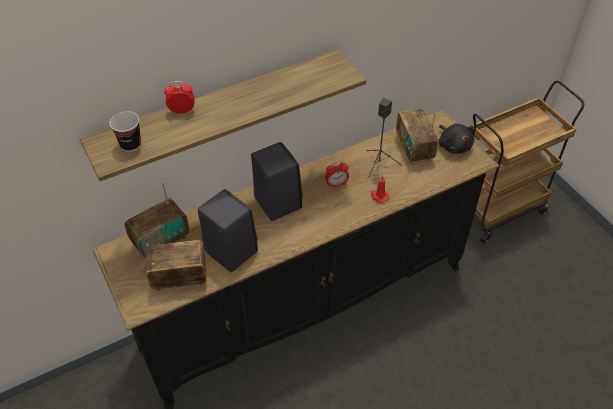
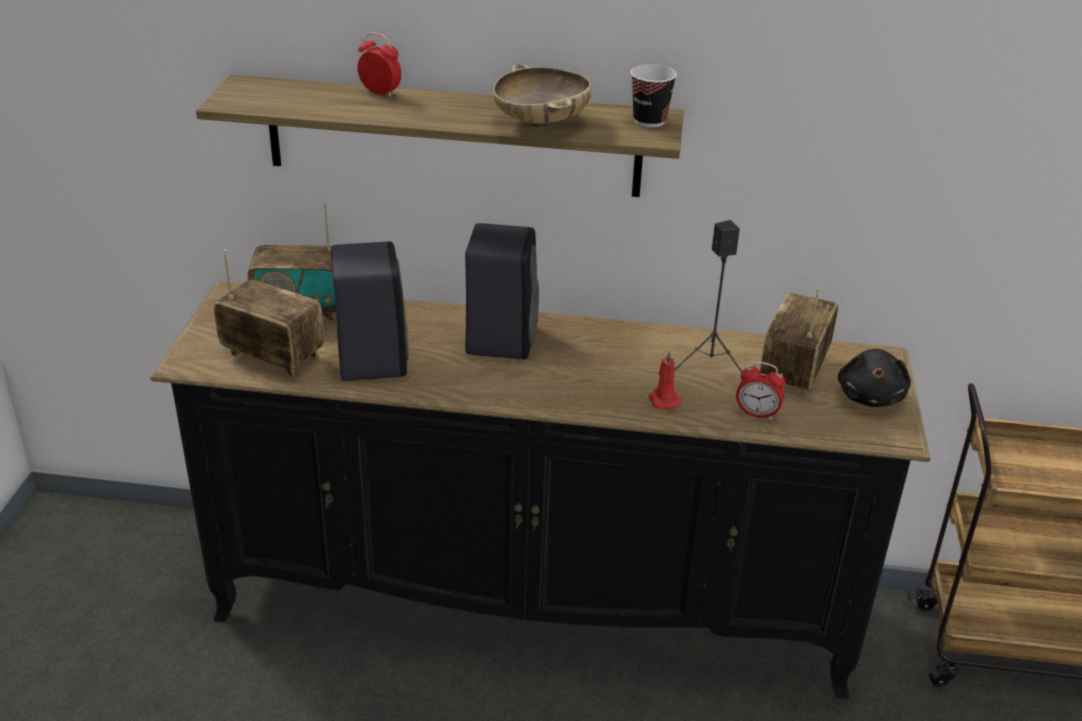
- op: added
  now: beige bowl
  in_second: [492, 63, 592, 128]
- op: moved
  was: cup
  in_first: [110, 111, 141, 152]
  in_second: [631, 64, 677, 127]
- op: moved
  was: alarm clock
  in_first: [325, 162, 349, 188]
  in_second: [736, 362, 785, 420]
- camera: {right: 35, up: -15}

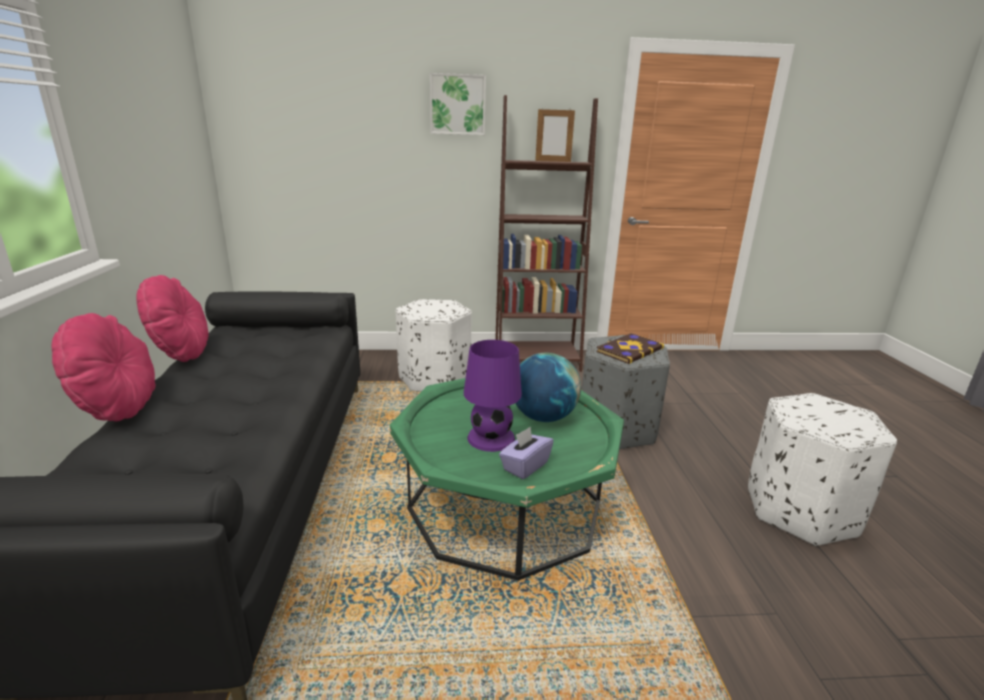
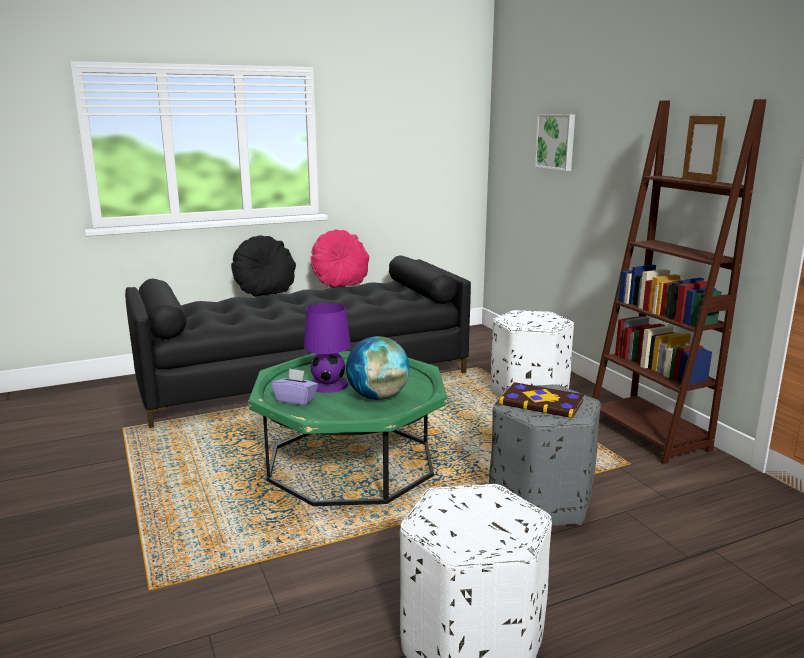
- op: moved
  was: picture
  in_first: [430, 73, 486, 135]
  in_second: [535, 114, 575, 171]
- op: recoloured
  was: pink pillow
  now: black pillow
  in_first: [52, 313, 156, 421]
  in_second: [231, 235, 296, 297]
- camera: {right: 70, up: -5}

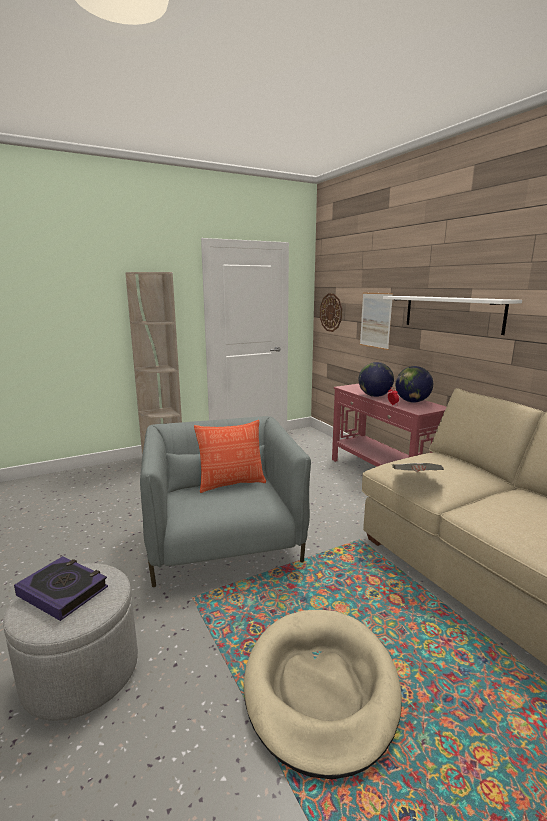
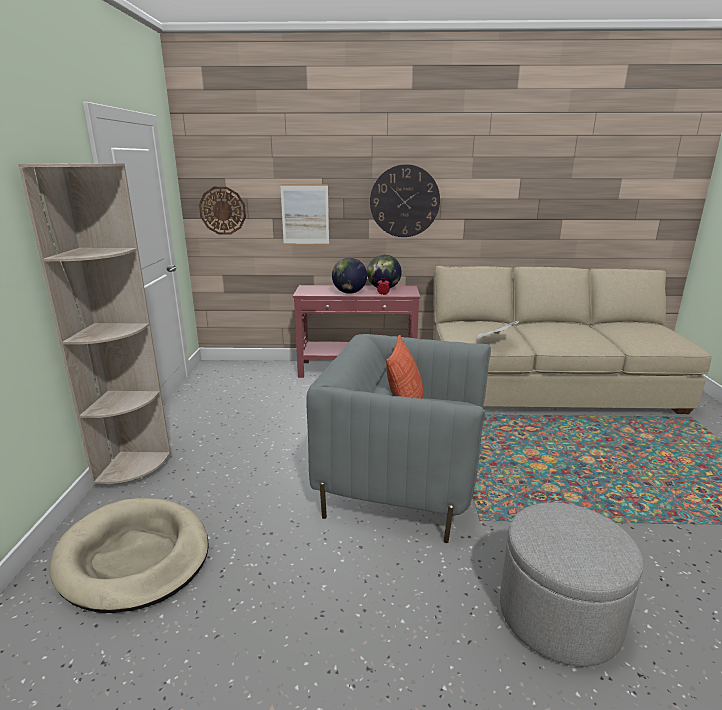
- op: removed
  was: book
  in_first: [14, 556, 108, 621]
- op: moved
  was: beige dog bed
  in_first: [244, 610, 402, 779]
  in_second: [50, 498, 209, 613]
- op: replaced
  was: white shelf
  now: wall clock
  in_first: [383, 296, 522, 335]
  in_second: [370, 164, 440, 237]
- camera: {right: -60, up: 5}

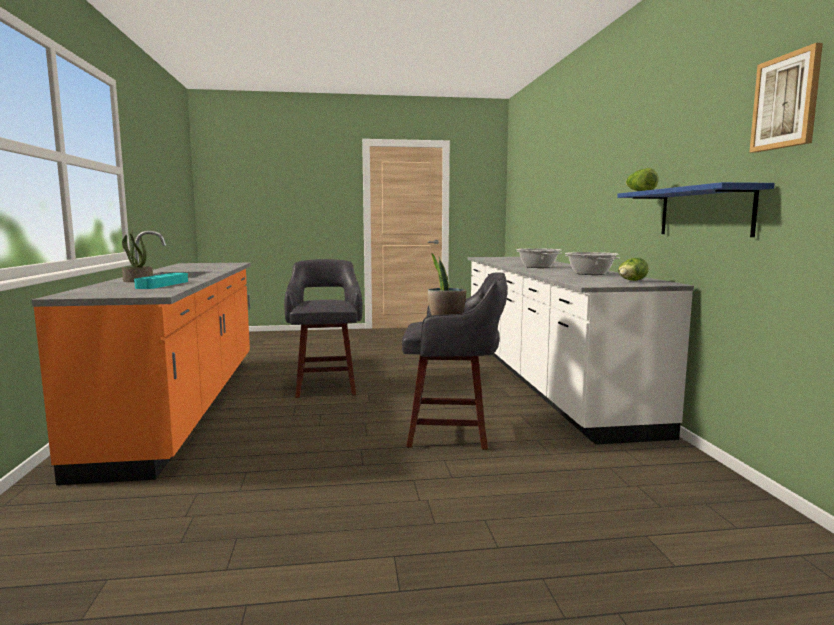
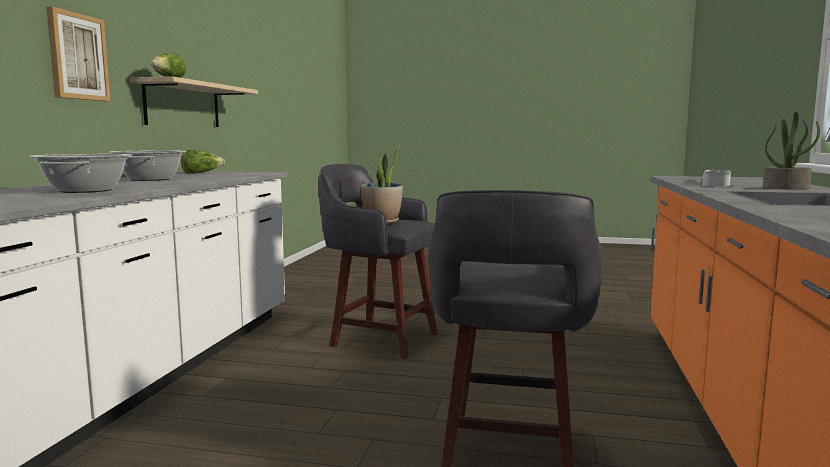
- op: moved
  was: picture
  in_first: [749, 43, 823, 153]
  in_second: [46, 7, 110, 101]
- op: recoloured
  was: turquoise tray
  now: grey tray
  in_first: [134, 273, 188, 289]
  in_second: [702, 170, 731, 187]
- op: recoloured
  was: blue shelf
  now: beige shelf
  in_first: [617, 182, 775, 237]
  in_second: [130, 77, 258, 127]
- camera: {right: -160, up: 0}

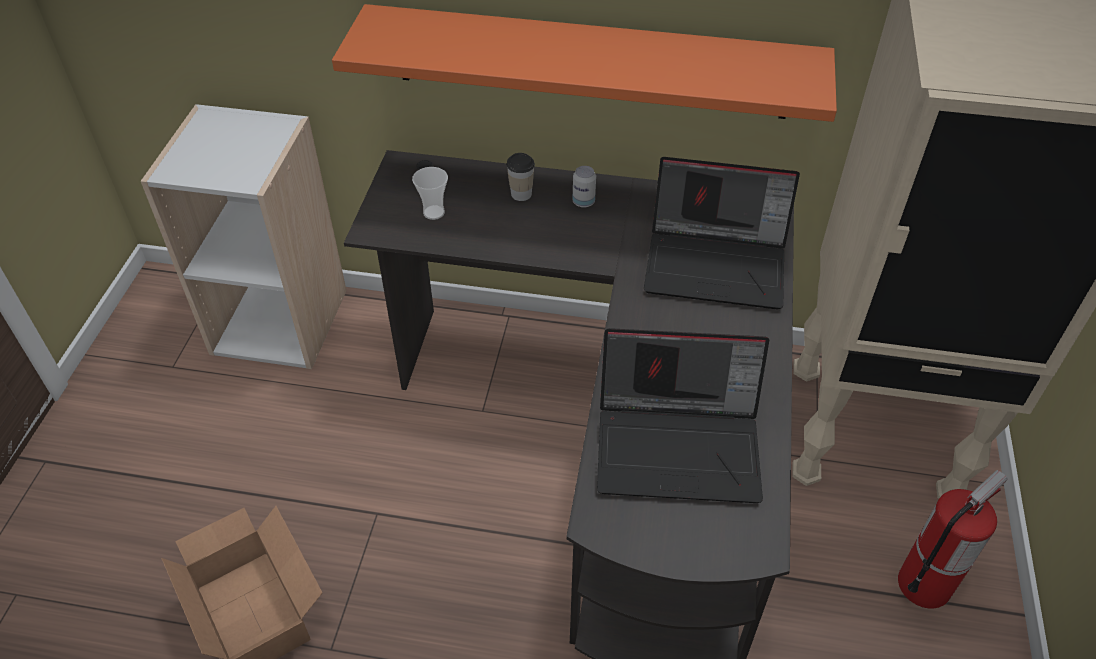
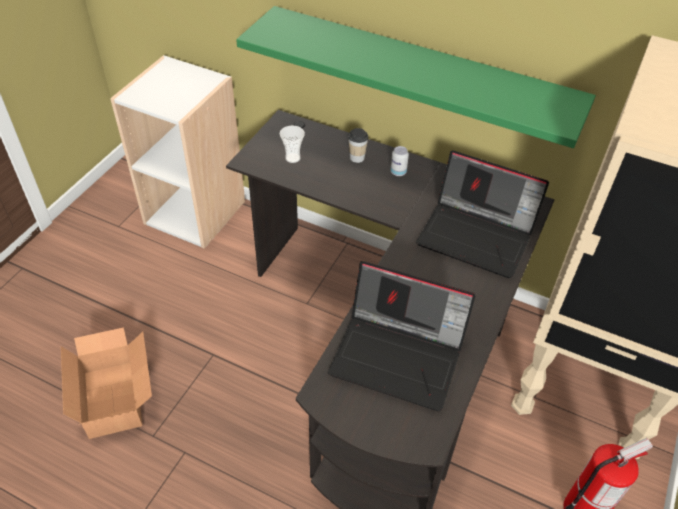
- op: recoloured
  was: orange shelf
  now: green shelf
  in_first: [332, 4, 837, 122]
  in_second: [236, 6, 596, 148]
- camera: {right: 15, up: 0}

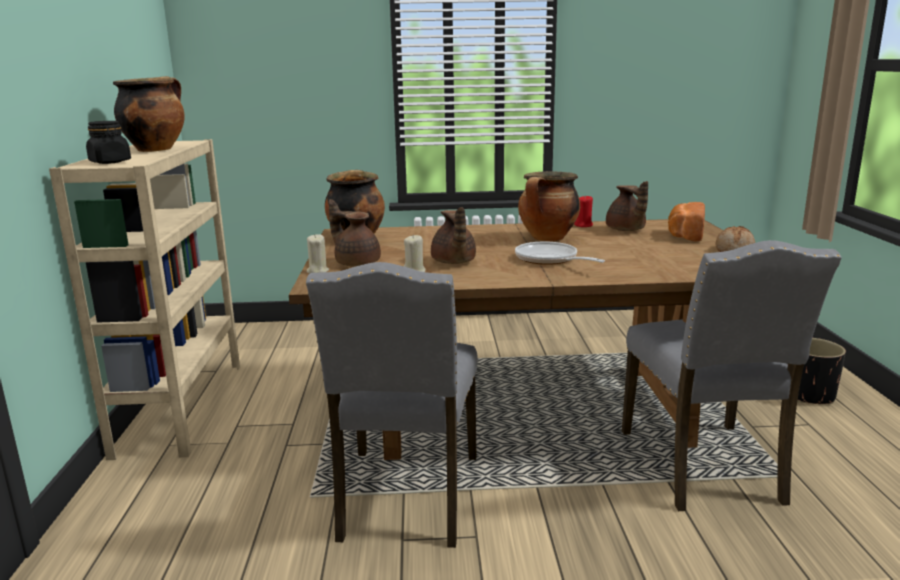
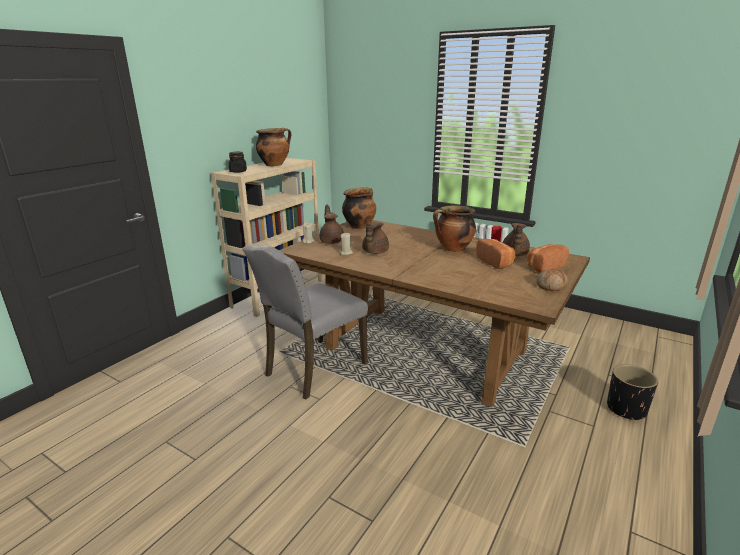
- op: removed
  was: frying pan
  in_first: [515, 242, 605, 265]
- op: removed
  was: grey chair
  in_first: [622, 240, 842, 511]
- op: added
  now: bread
  in_second: [476, 239, 515, 269]
- camera: {right: 35, up: 5}

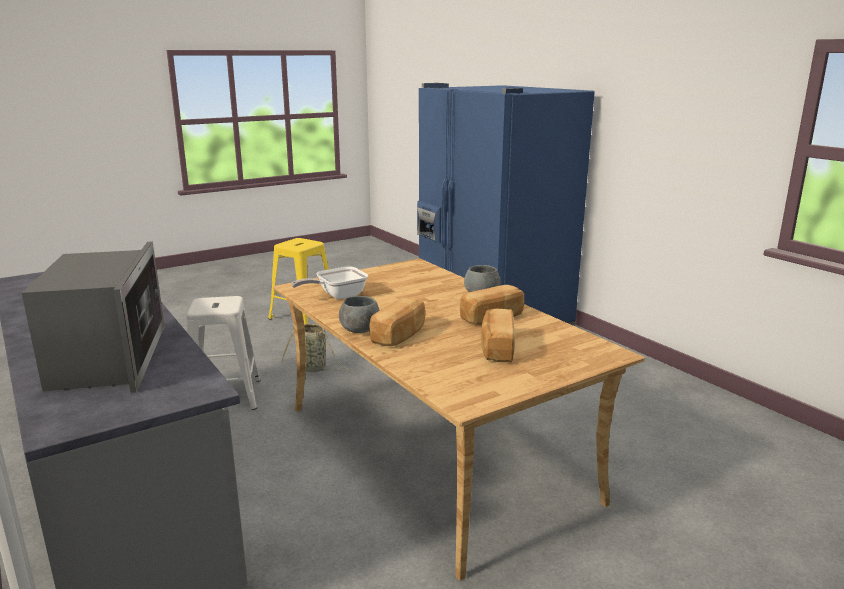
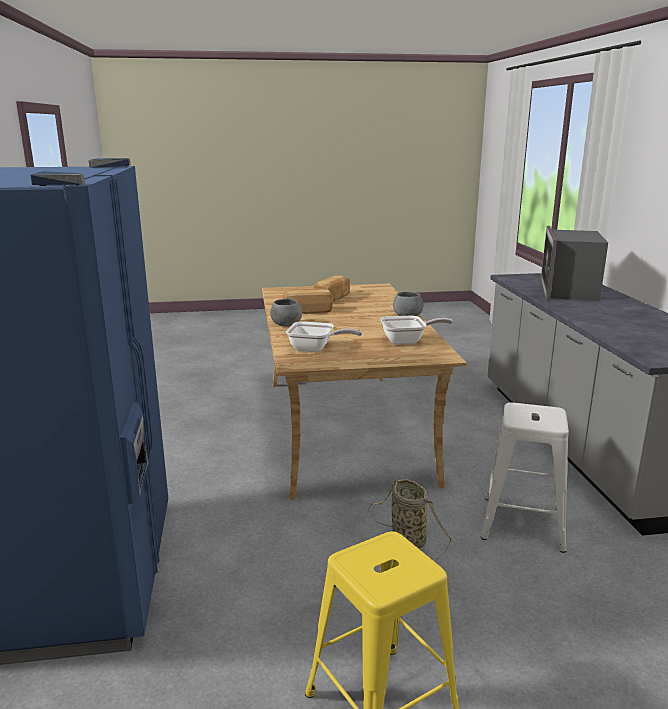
- op: removed
  was: bread
  in_first: [369, 297, 425, 346]
- op: added
  now: frying pan
  in_second: [286, 321, 362, 352]
- camera: {right: -155, up: 0}

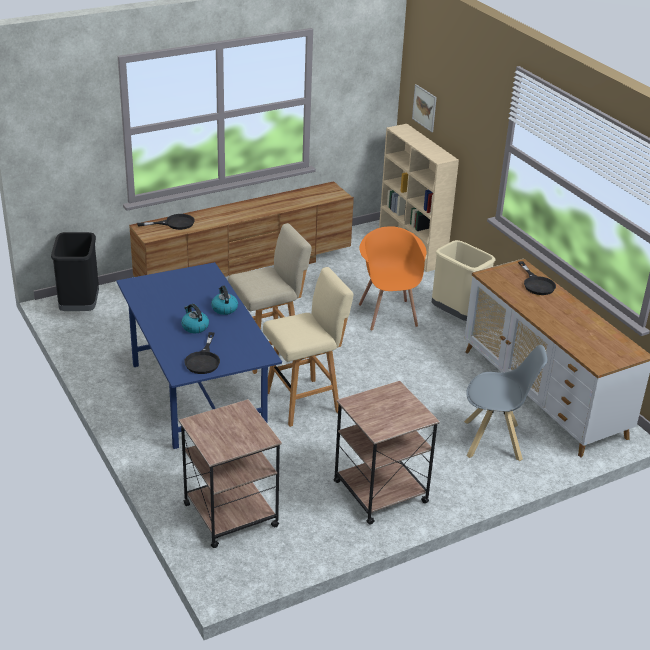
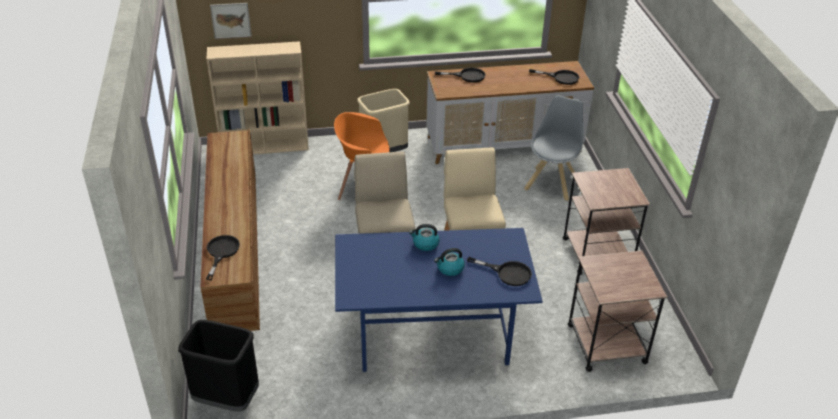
- op: added
  now: black frying pan
  in_second: [529, 69, 579, 85]
- camera: {right: -70, up: 5}

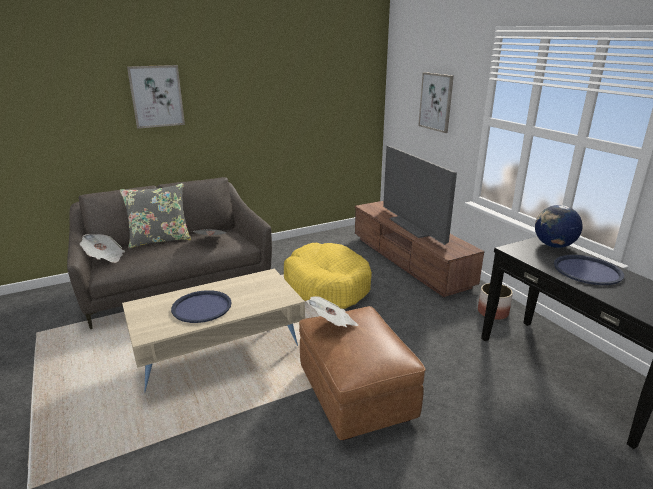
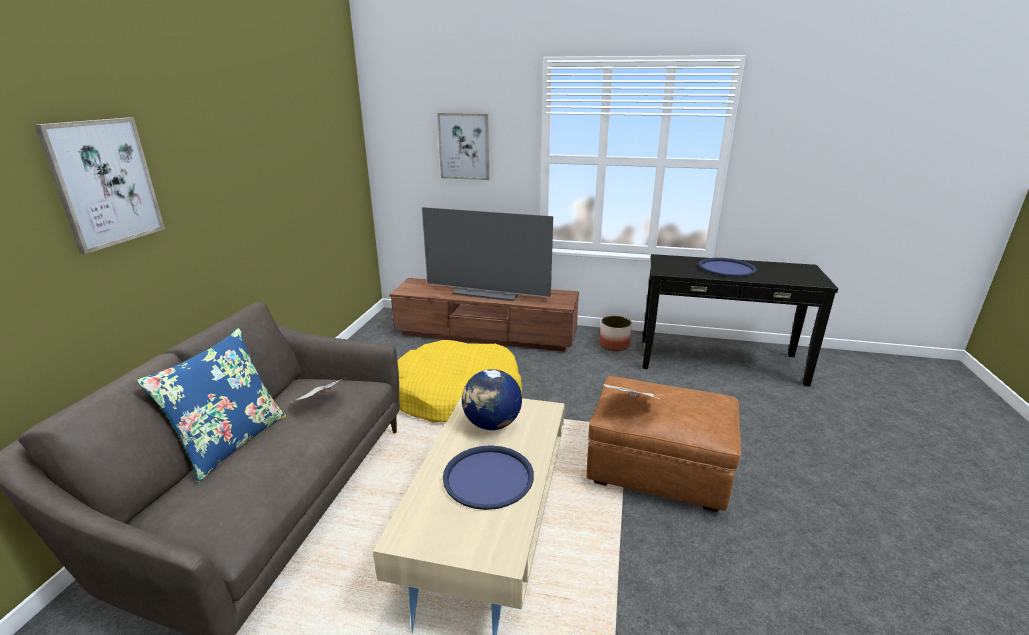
- op: removed
  was: newspaper
  in_first: [80, 234, 125, 263]
- op: moved
  was: globe
  in_first: [535, 205, 583, 248]
  in_second: [462, 369, 522, 430]
- op: recoloured
  was: grey pillow
  now: blue pillow
  in_first: [120, 183, 191, 248]
  in_second: [137, 328, 286, 483]
- camera: {right: -50, up: 0}

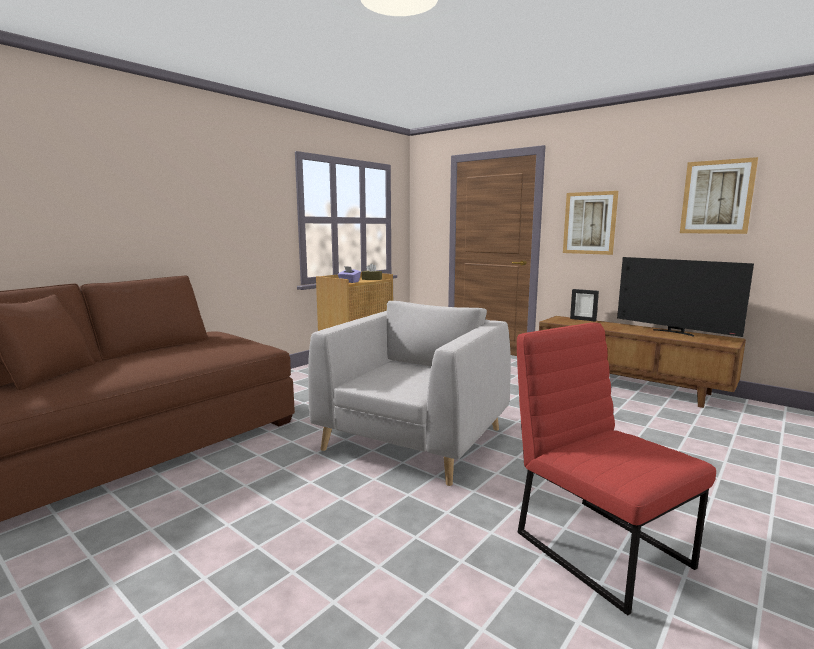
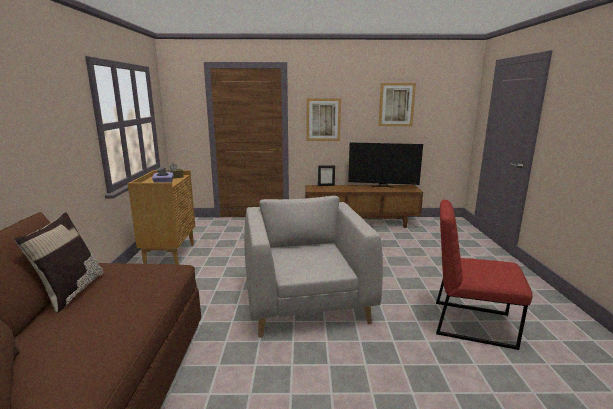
- op: added
  now: pillow
  in_second: [14, 212, 104, 313]
- camera: {right: -40, up: 5}

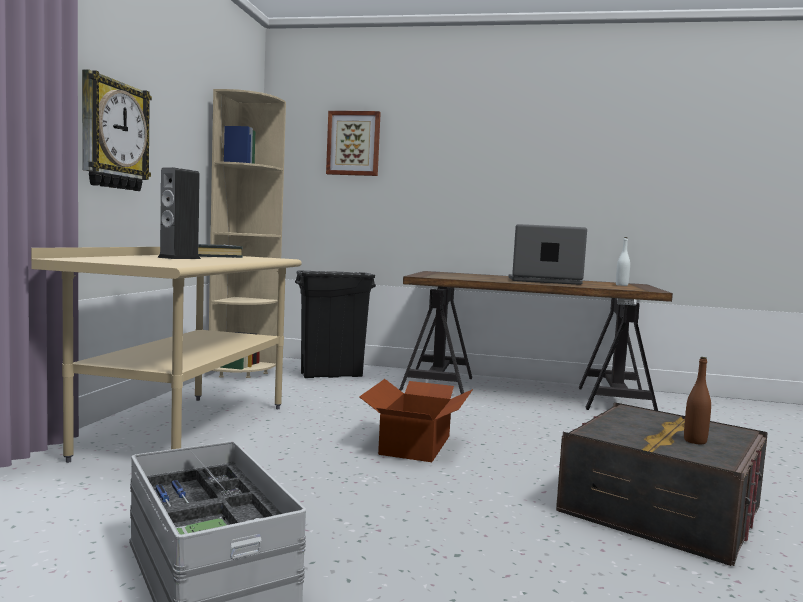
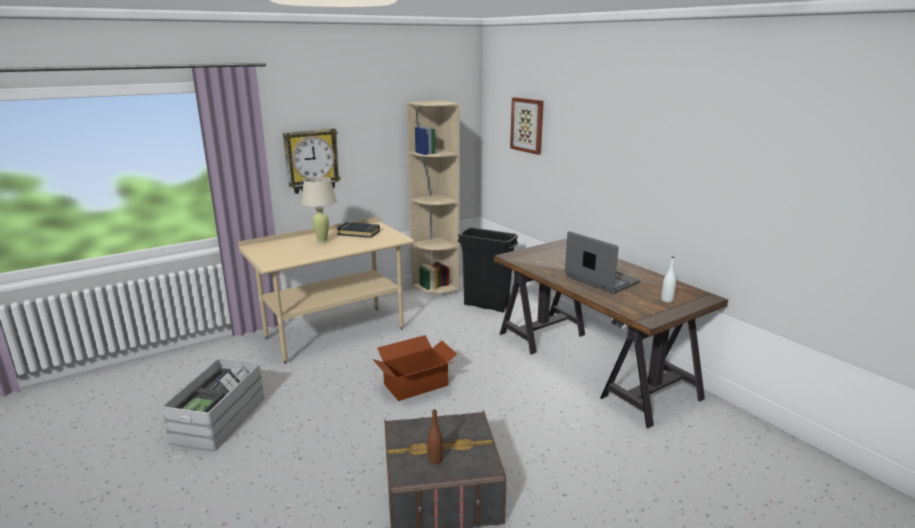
- op: replaced
  was: speaker
  now: beige table lamp
  in_first: [157, 167, 201, 259]
  in_second: [301, 177, 337, 243]
- camera: {right: 45, up: 15}

